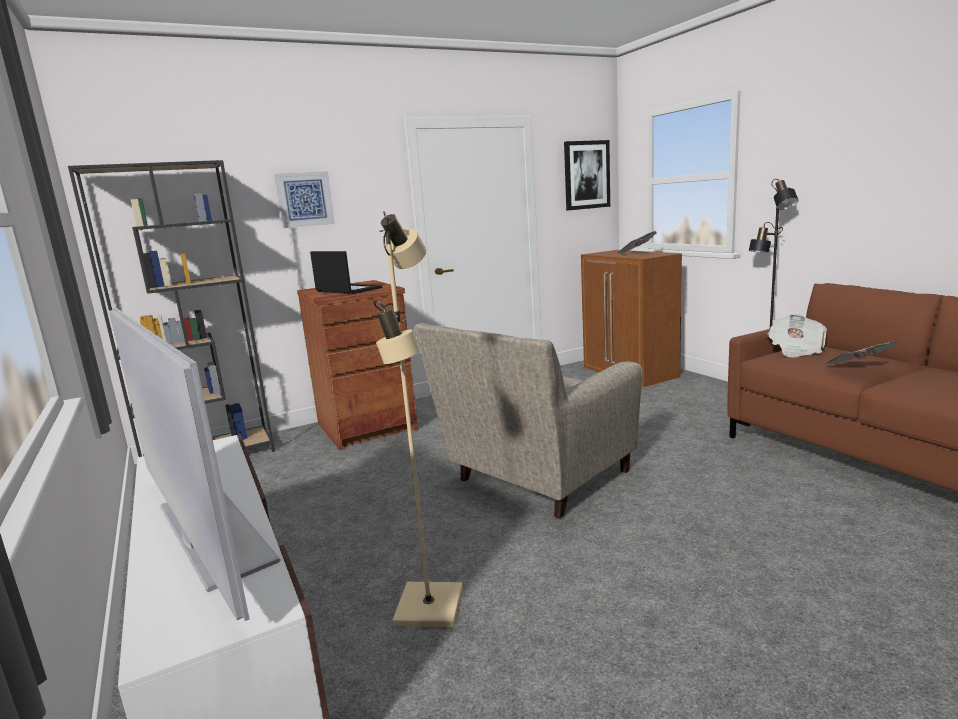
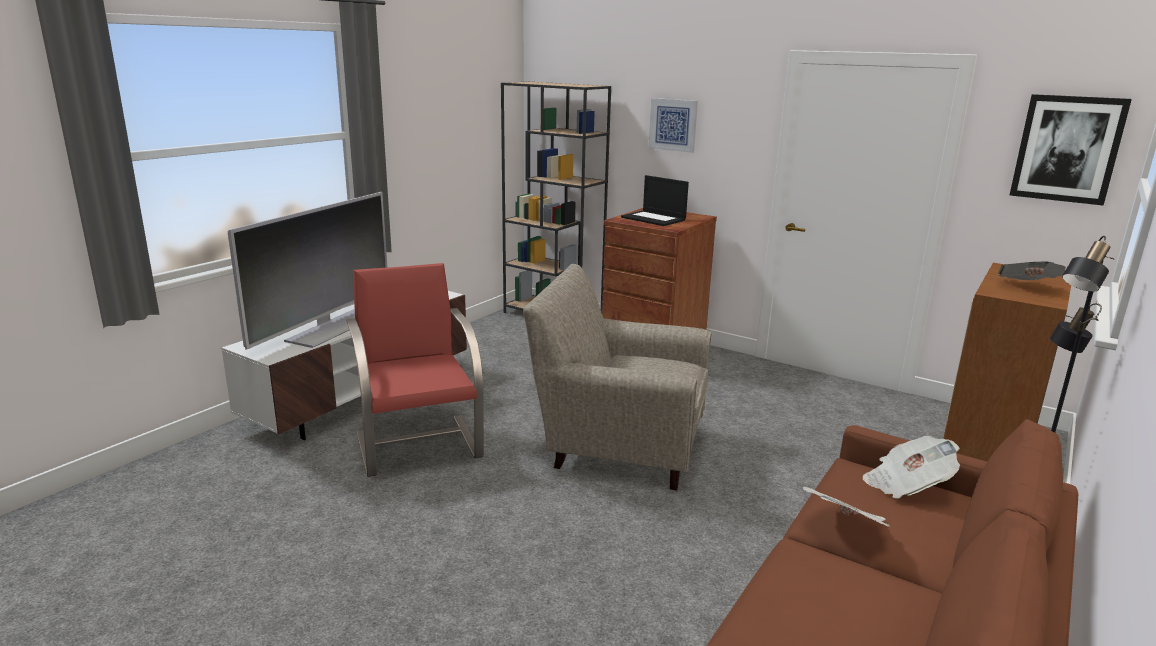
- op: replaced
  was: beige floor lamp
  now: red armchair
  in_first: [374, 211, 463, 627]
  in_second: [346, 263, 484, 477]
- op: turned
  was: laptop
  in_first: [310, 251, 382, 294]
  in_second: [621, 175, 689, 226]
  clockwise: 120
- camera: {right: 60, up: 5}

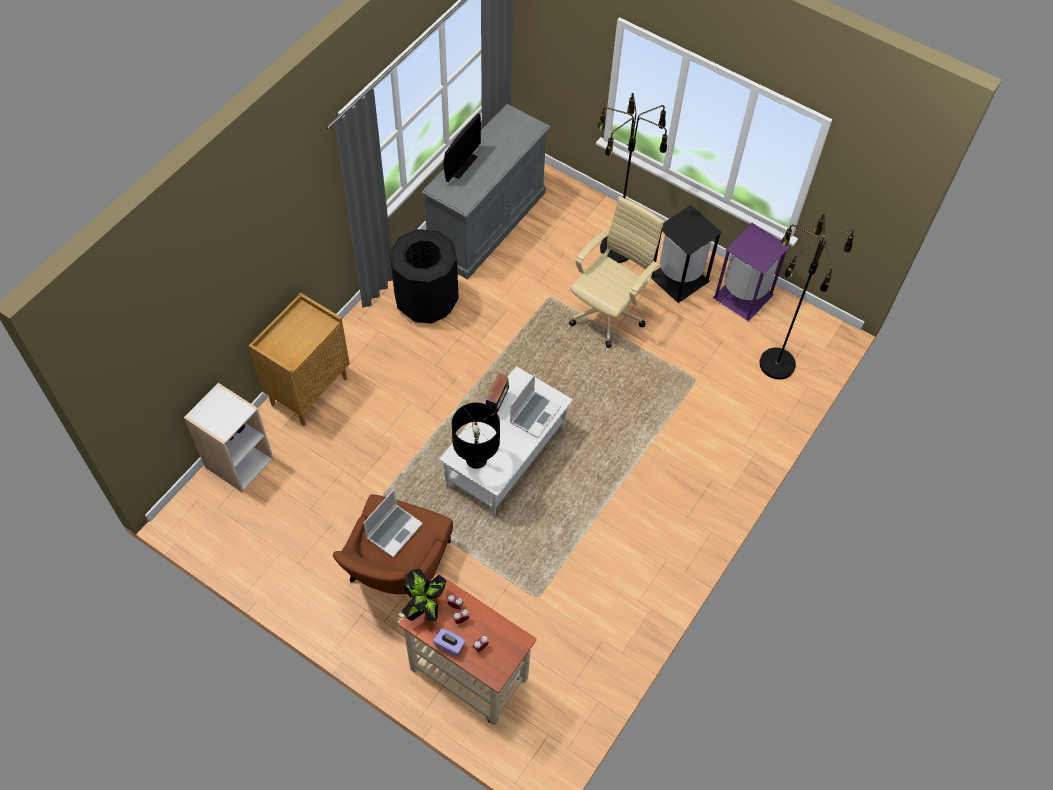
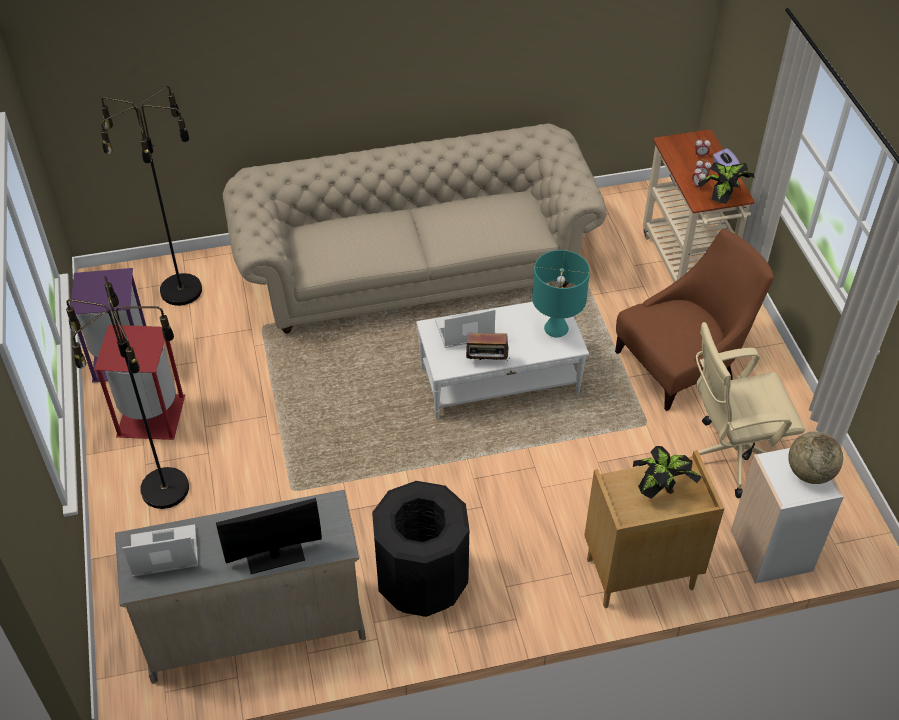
- op: added
  now: beige sofa
  in_second: [223, 123, 607, 334]
- op: added
  now: potted plant
  in_second: [633, 446, 702, 499]
- op: added
  now: globe
  in_second: [788, 431, 843, 484]
- op: moved
  was: laptop
  in_first: [364, 489, 423, 557]
  in_second: [122, 524, 198, 577]
- op: moved
  was: beige office chair
  in_first: [569, 196, 664, 348]
  in_second: [691, 322, 805, 498]
- op: recoloured
  was: black table lamp
  now: turquoise table lamp
  in_first: [452, 403, 500, 469]
  in_second: [532, 250, 590, 338]
- op: recoloured
  was: black trash can
  now: red trash can
  in_first: [651, 205, 722, 303]
  in_second: [94, 325, 185, 440]
- op: turned
  was: radio
  in_first: [486, 374, 509, 412]
  in_second: [466, 333, 510, 367]
  clockwise: -150
- camera: {right: -135, up: -10}

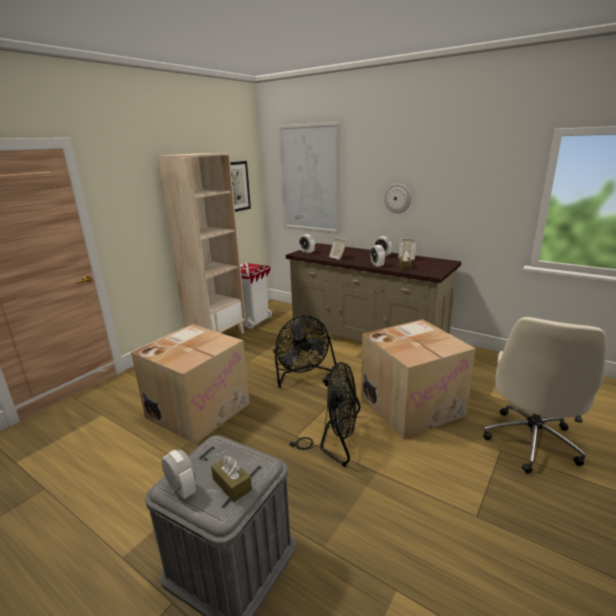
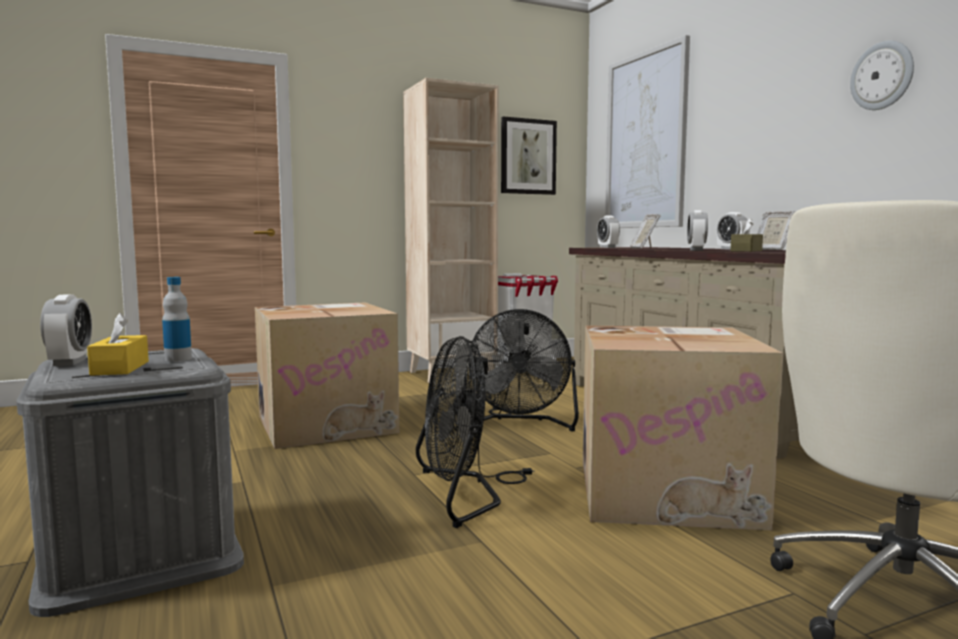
- op: added
  now: bottle
  in_second: [162, 277, 192, 362]
- op: moved
  was: wall clock
  in_first: [384, 184, 411, 213]
  in_second: [850, 41, 914, 110]
- op: recoloured
  was: brown tissue box
  now: yellow tissue box
  in_first: [211, 456, 252, 502]
  in_second: [87, 313, 149, 376]
- op: turned
  was: black fan
  in_first: [289, 362, 360, 467]
  in_second: [416, 336, 535, 528]
  clockwise: 120
- camera: {right: 30, up: -15}

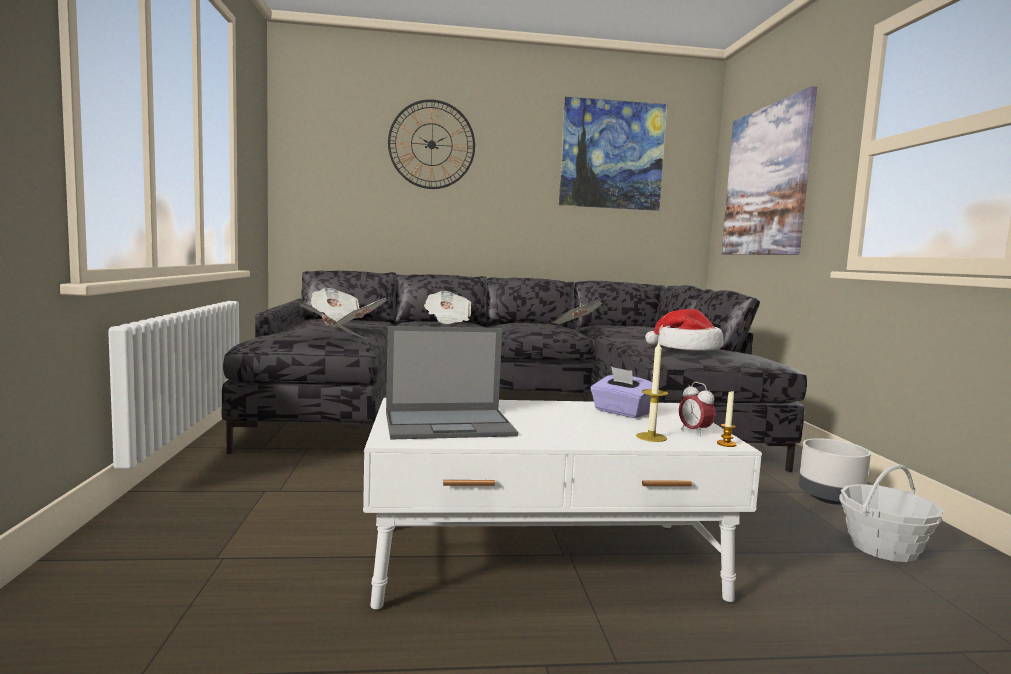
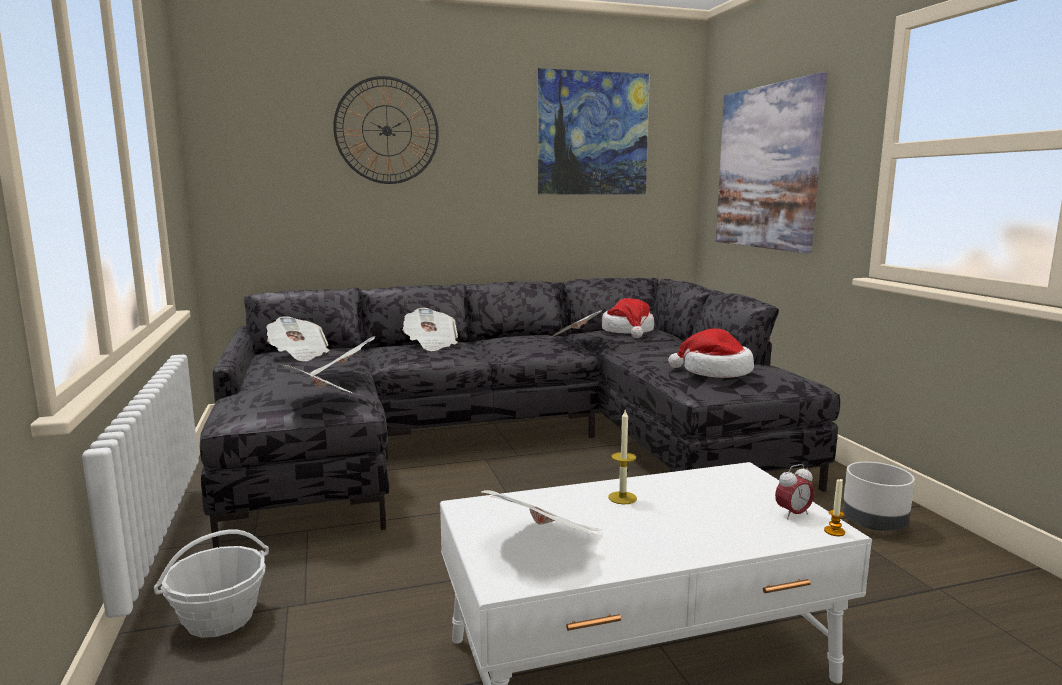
- op: removed
  was: purple tissue box
  in_first: [590, 367, 652, 418]
- op: added
  now: hat
  in_second: [602, 298, 654, 338]
- op: moved
  was: candle
  in_first: [636, 342, 668, 442]
  in_second: [608, 410, 637, 504]
- op: moved
  was: basket
  in_first: [839, 465, 943, 562]
  in_second: [154, 529, 269, 638]
- op: replaced
  was: laptop
  now: newspaper
  in_first: [386, 326, 518, 440]
  in_second: [481, 490, 601, 535]
- op: turned
  was: alarm clock
  in_first: [679, 382, 716, 436]
  in_second: [775, 464, 815, 520]
  clockwise: -75
- camera: {right: -10, up: 5}

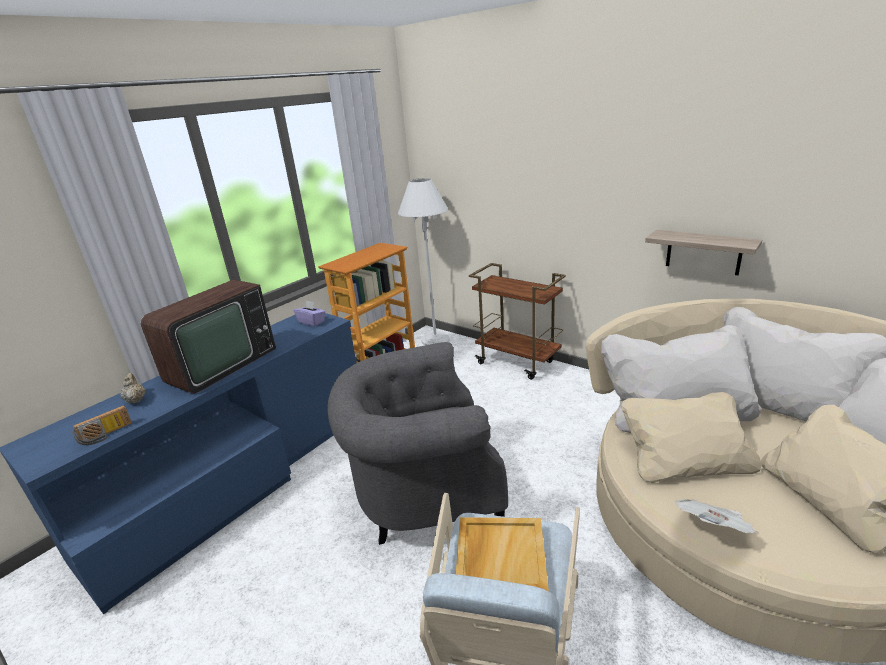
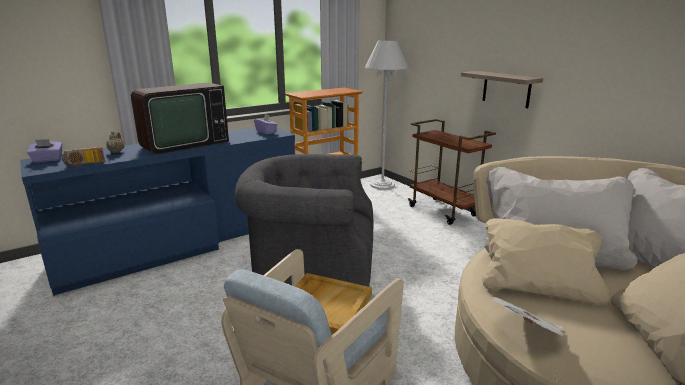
- op: added
  now: purple tissue box
  in_second: [27, 139, 62, 163]
- op: moved
  was: shelf
  in_first: [645, 230, 762, 275]
  in_second: [461, 71, 543, 108]
- camera: {right: 15, up: -5}

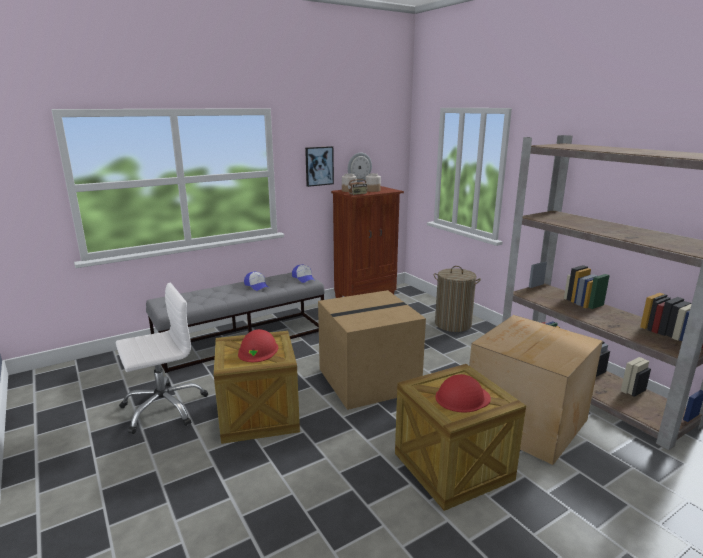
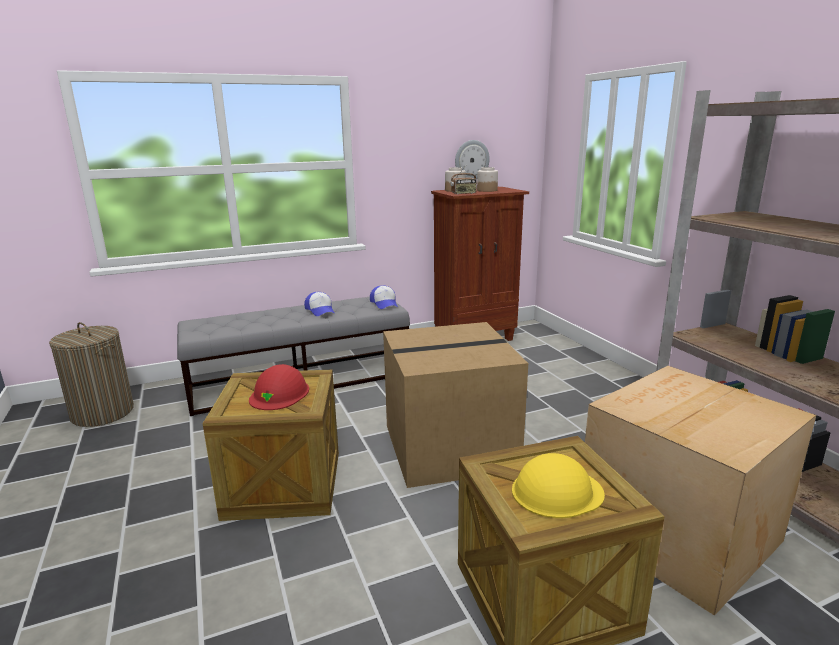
- op: removed
  was: white office chair
  in_first: [116, 283, 208, 434]
- op: removed
  was: picture
  in_first: [305, 146, 334, 187]
- op: moved
  was: laundry basket
  in_first: [434, 266, 481, 332]
  in_second: [49, 322, 134, 427]
- op: recoloured
  was: red hard hat
  now: yellow hard hat
  in_first: [435, 374, 491, 412]
  in_second: [512, 453, 605, 518]
- camera: {right: 10, up: 0}

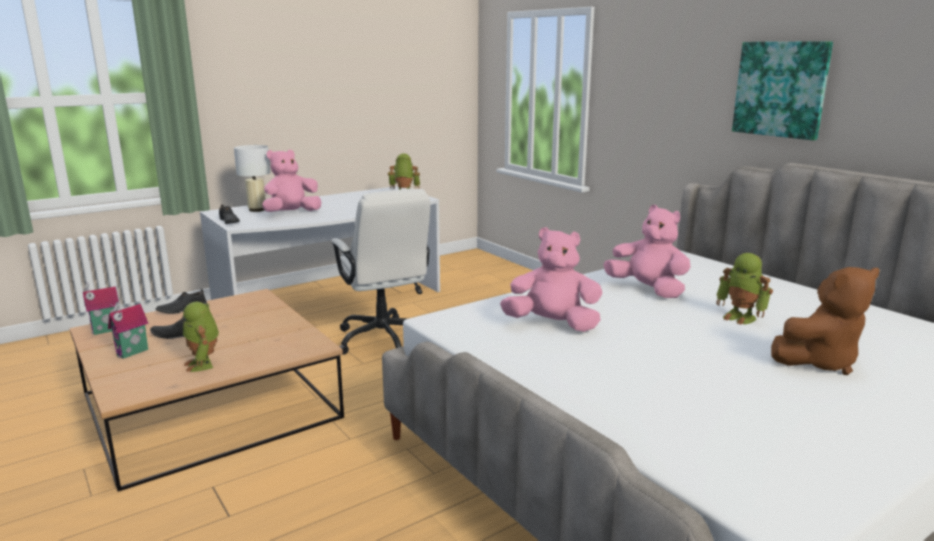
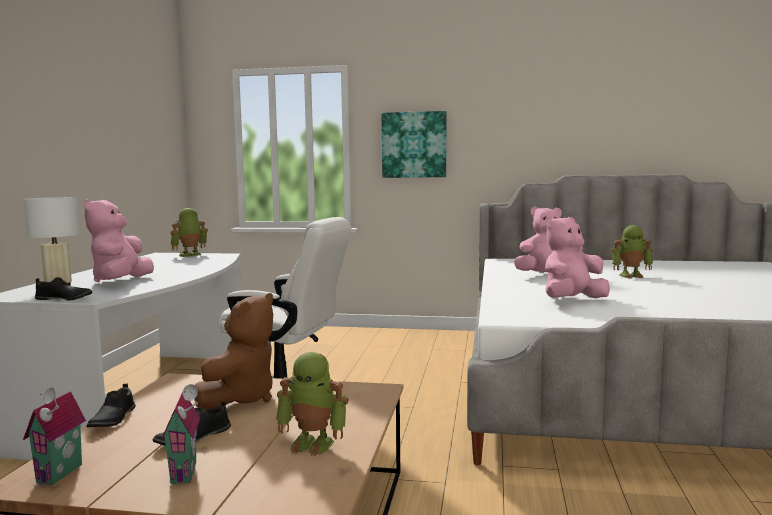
- op: moved
  was: picture
  in_first: [732, 41, 833, 140]
  in_second: [381, 111, 446, 178]
- op: moved
  was: brown plush toy
  in_first: [771, 267, 879, 375]
  in_second: [195, 293, 273, 410]
- camera: {right: -45, up: -10}

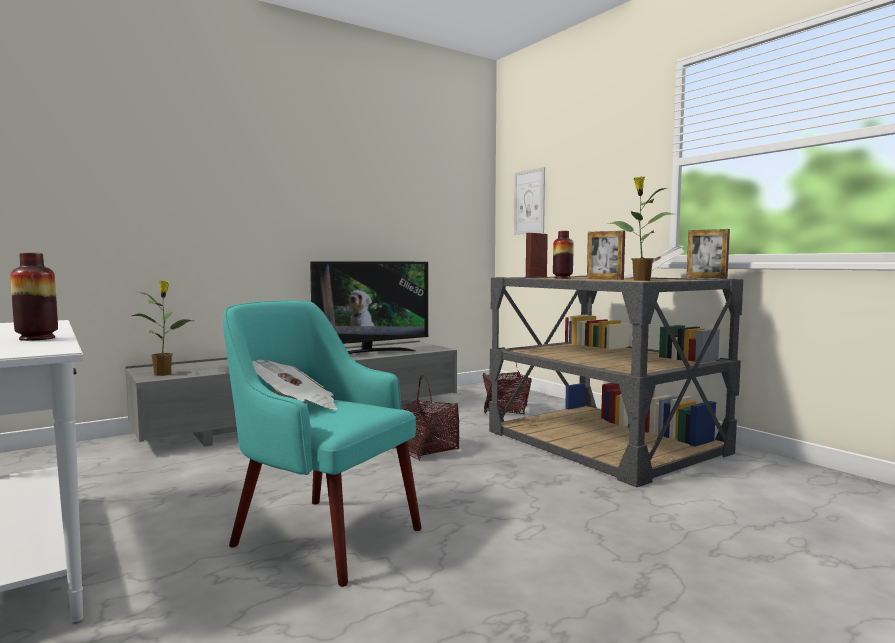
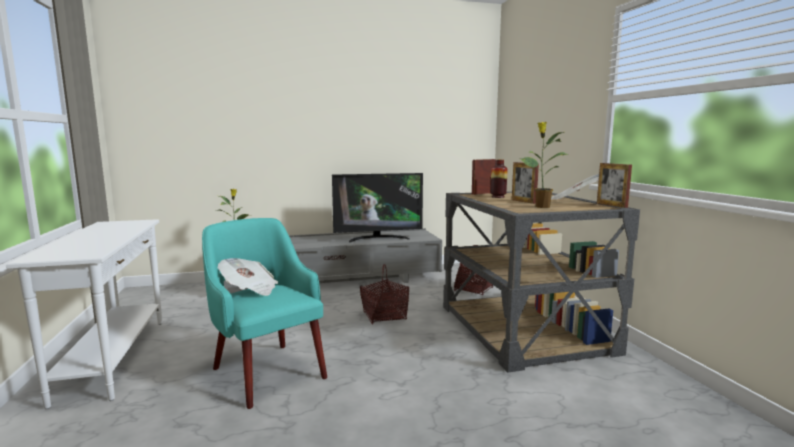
- op: removed
  was: vase
  in_first: [10, 253, 58, 341]
- op: removed
  was: picture
  in_first: [514, 167, 545, 235]
- camera: {right: 20, up: 5}

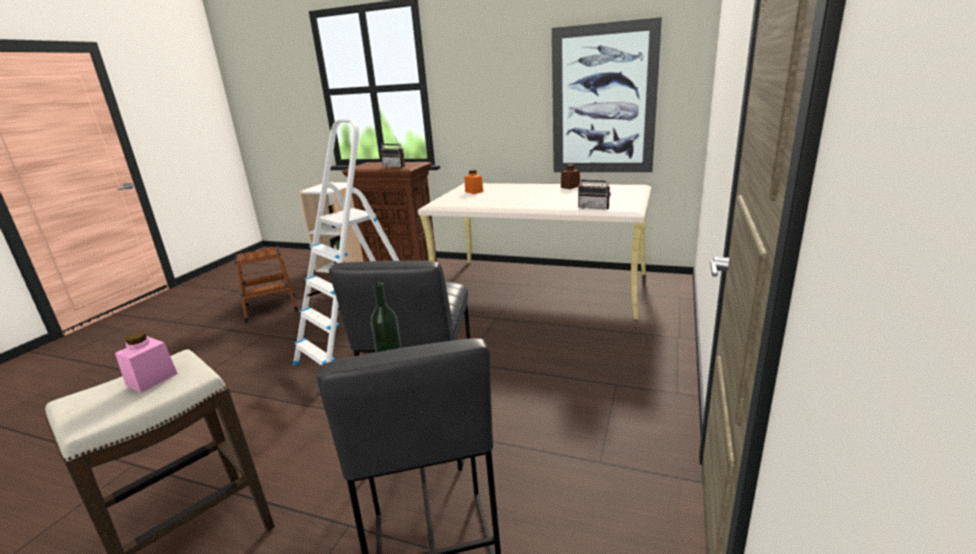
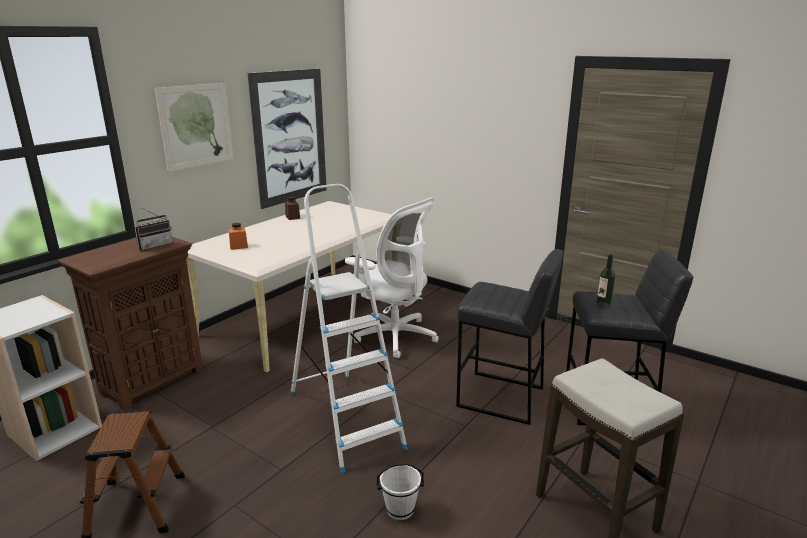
- op: removed
  was: pink jar
  in_first: [115, 331, 178, 393]
- op: removed
  was: radio
  in_first: [578, 170, 611, 210]
- op: added
  now: picture
  in_second: [155, 83, 234, 172]
- op: added
  now: white office chair
  in_second: [345, 197, 439, 358]
- op: added
  now: white bucket
  in_second: [377, 463, 424, 520]
- camera: {right: -75, up: 0}

